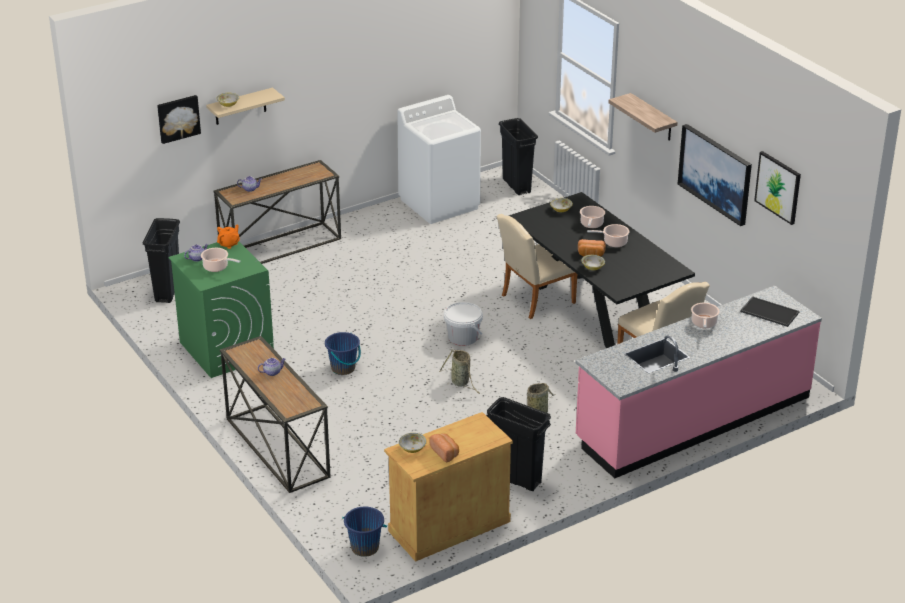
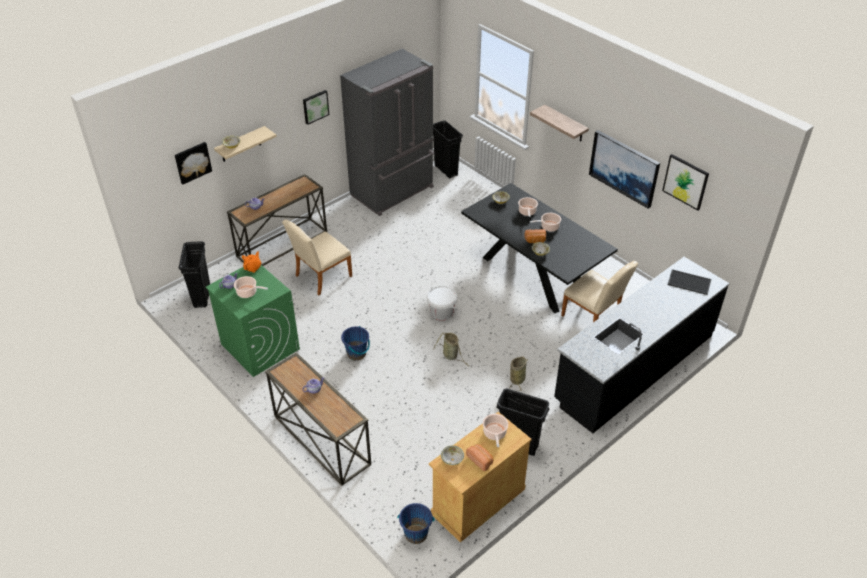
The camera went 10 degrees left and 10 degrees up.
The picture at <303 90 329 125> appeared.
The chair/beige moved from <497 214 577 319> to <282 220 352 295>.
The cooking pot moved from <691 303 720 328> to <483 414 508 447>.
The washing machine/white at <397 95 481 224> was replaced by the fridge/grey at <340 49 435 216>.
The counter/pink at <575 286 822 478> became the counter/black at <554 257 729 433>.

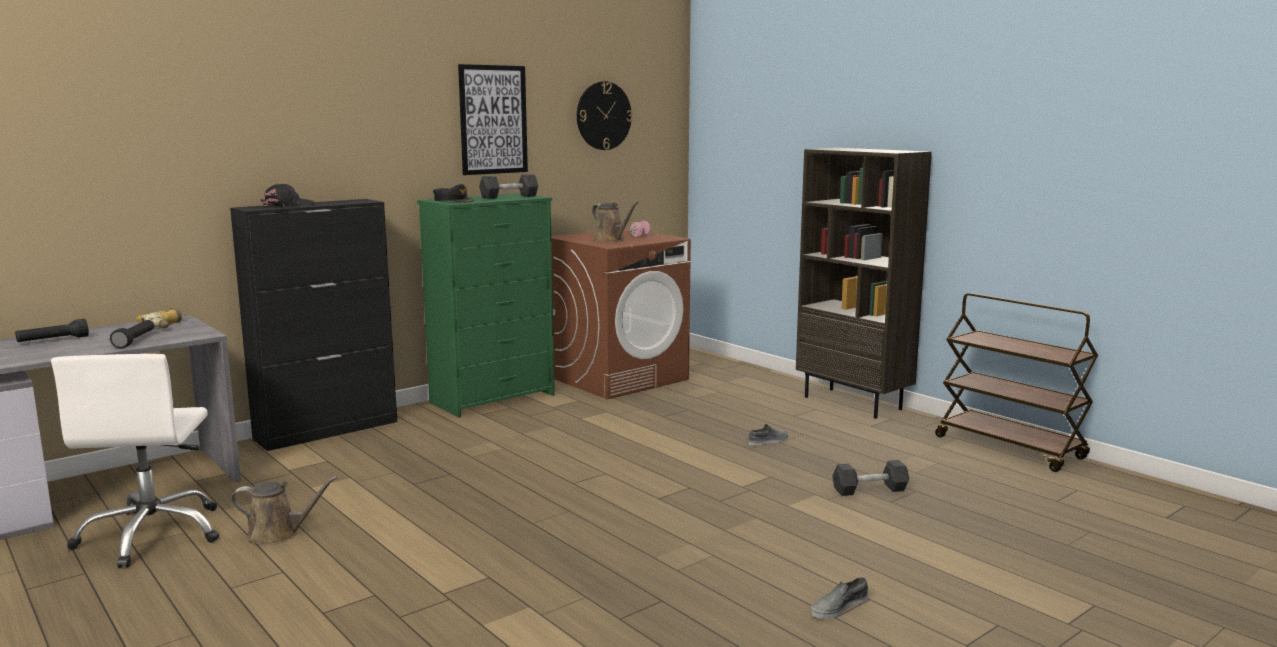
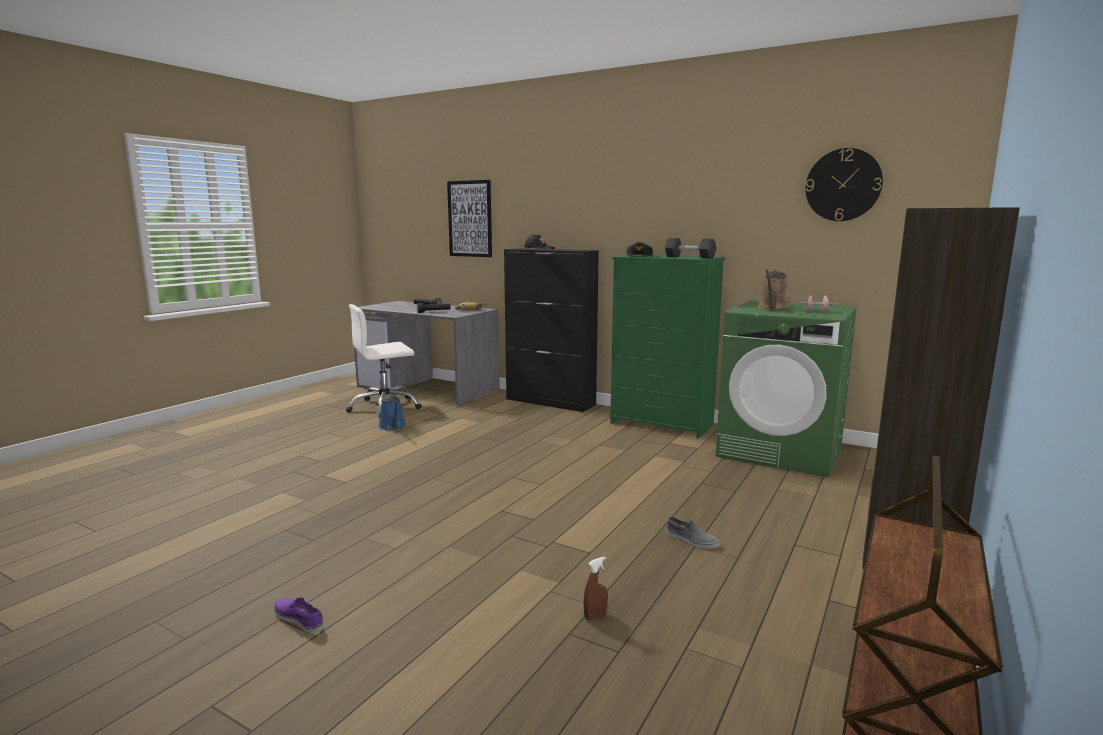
The camera went 70 degrees right and 0 degrees up.
The picture moved from <458 64 528 175> to <447 180 492 257>.
The dumbbell/black at <832 460 909 496> was replaced by the spray bottle/brown at <583 557 608 620>.
The watering can/brown at <231 476 338 545> became the watering can/blue at <378 394 406 430>.
The washing machine/brown at <551 228 691 399> became the washing machine/green at <716 300 857 477>.
The shoe/grey at <811 577 868 619> became the shoe/purple at <274 597 323 634>.

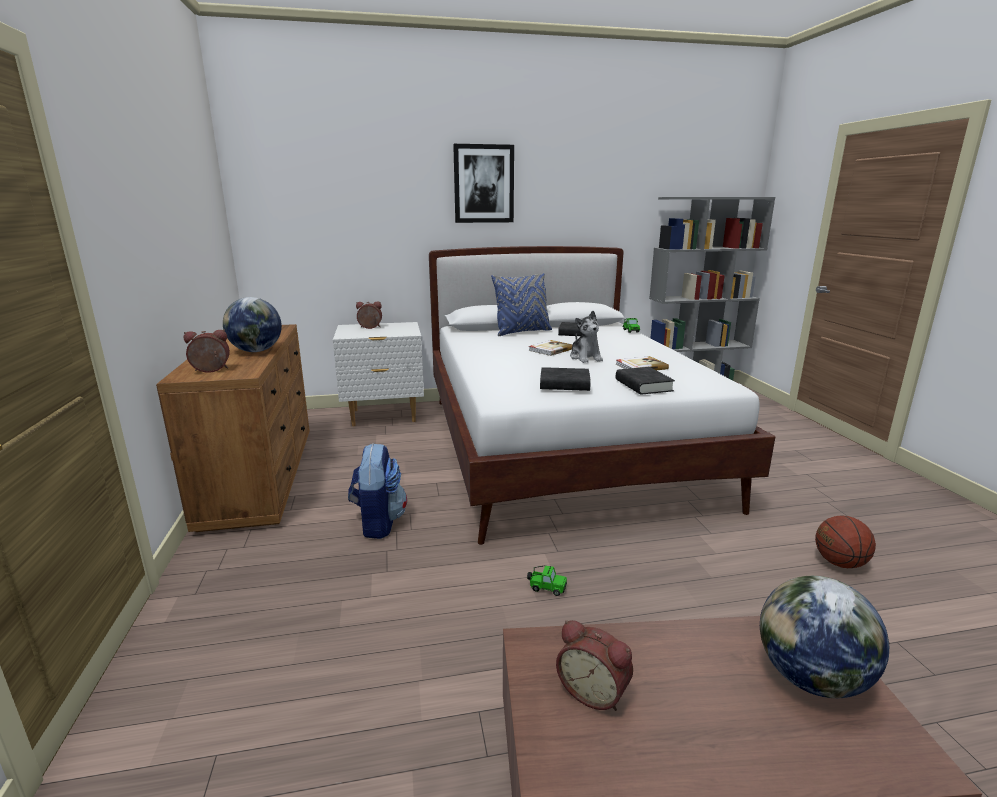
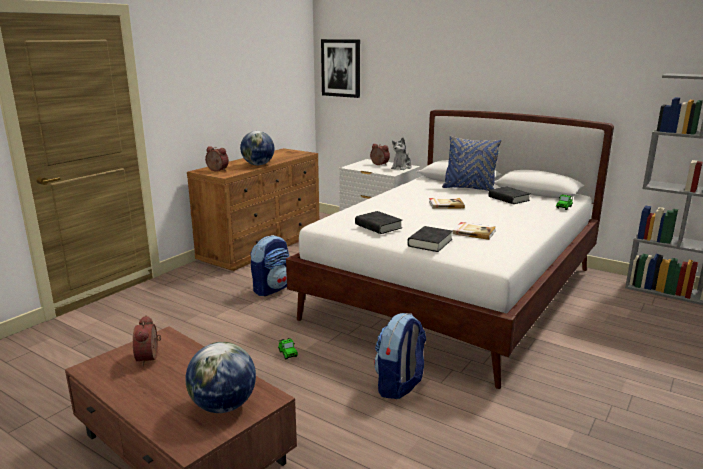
The camera went 45 degrees right and 0 degrees up.
The basketball at <815 515 876 568> disappeared.
The backpack at <374 313 426 399> appeared.
The picture moved from <453 144 514 223> to <321 39 360 98>.
The plush toy moved from <570 311 603 363> to <391 138 412 170>.

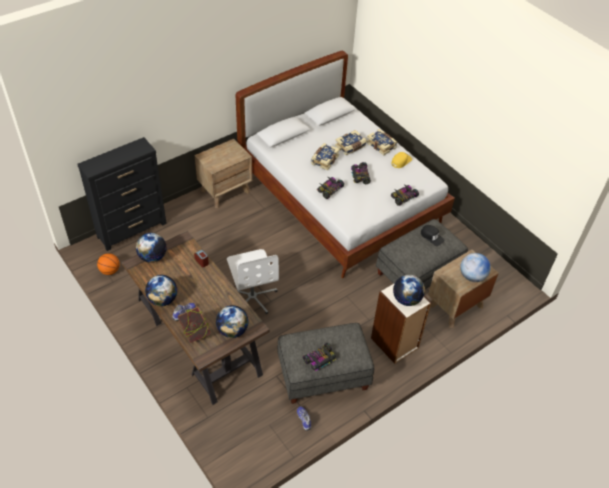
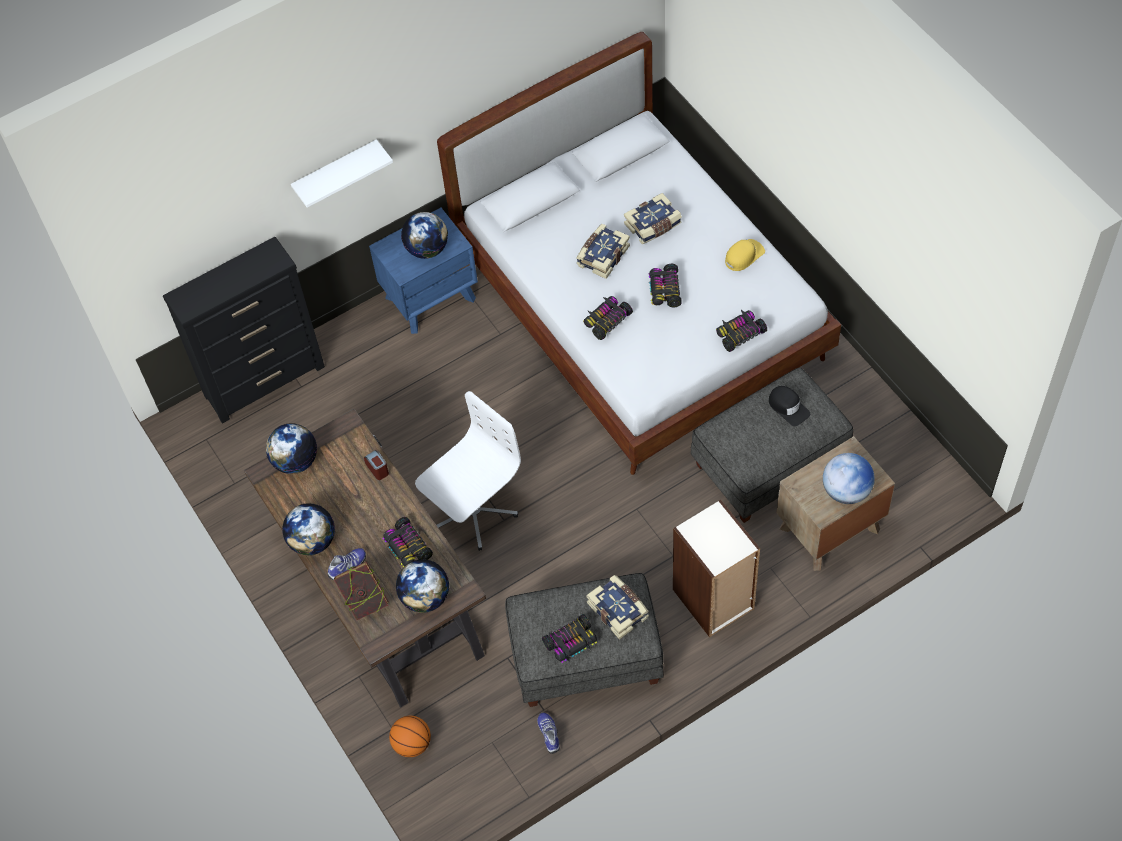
The camera went 10 degrees right and 10 degrees up.
The shelf/white at <291 140 393 208> appeared.
The toy car at <383 517 433 567> appeared.
The basketball moved from <97 253 120 275> to <389 716 431 757>.
The book moved from <366 129 397 155> to <586 575 649 640>.
The globe moved from <393 275 425 306> to <401 212 448 259>.
The nightstand/brown at <195 139 252 208> became the nightstand/blue at <369 208 478 334>.
The office chair/white at <227 249 279 314> turned 120 degrees counterclockwise.

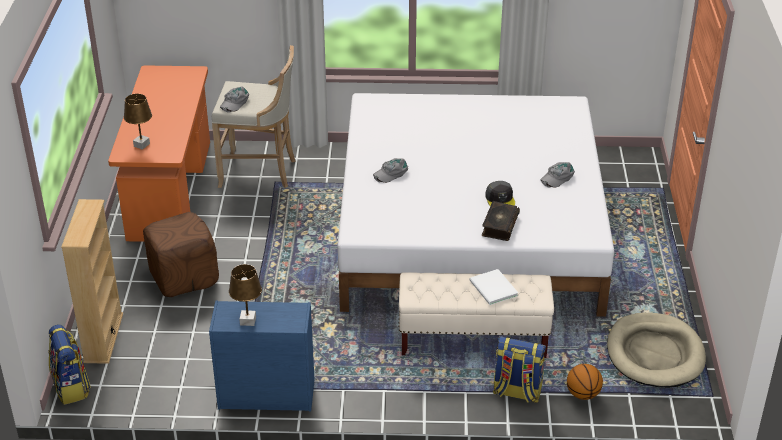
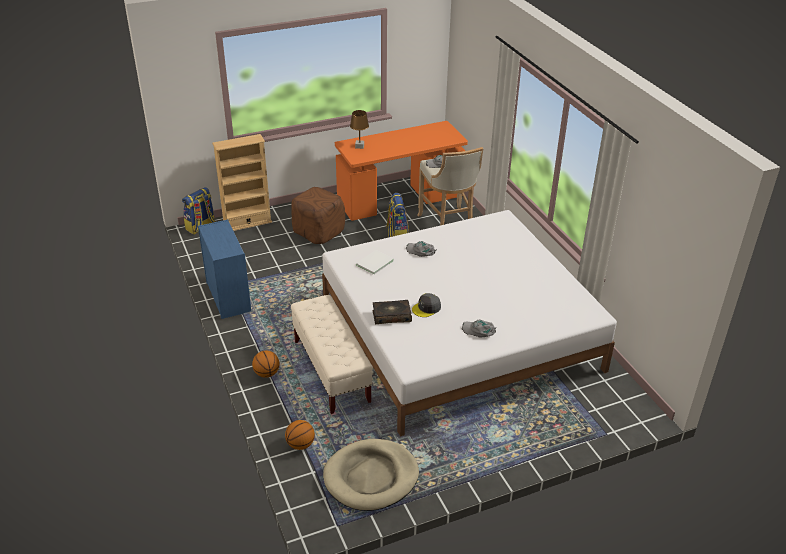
The camera went 65 degrees right and 0 degrees up.
The table lamp/brown at <229 264 262 326> disappeared.
The basketball at <252 350 280 378> appeared.
The book/white moved from <469 269 518 305> to <356 250 393 275>.
The backpack moved from <493 336 546 403> to <386 193 409 237>.

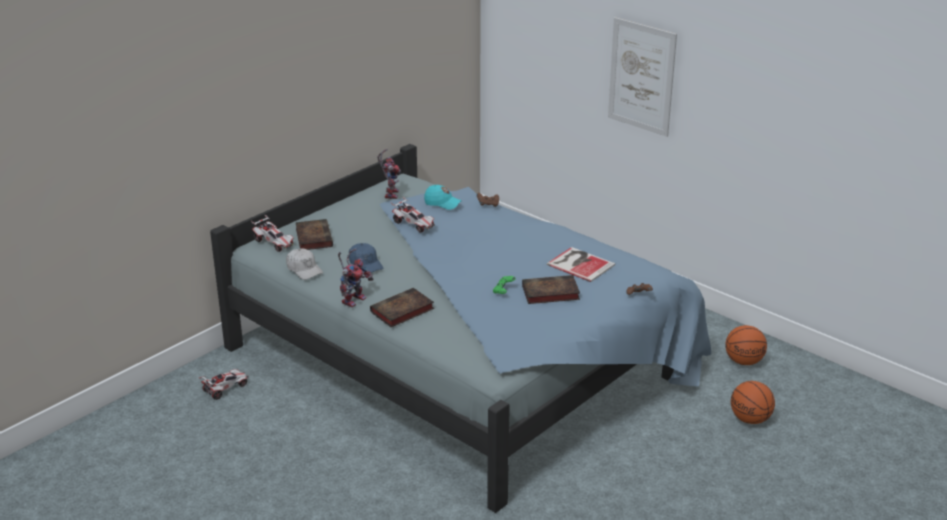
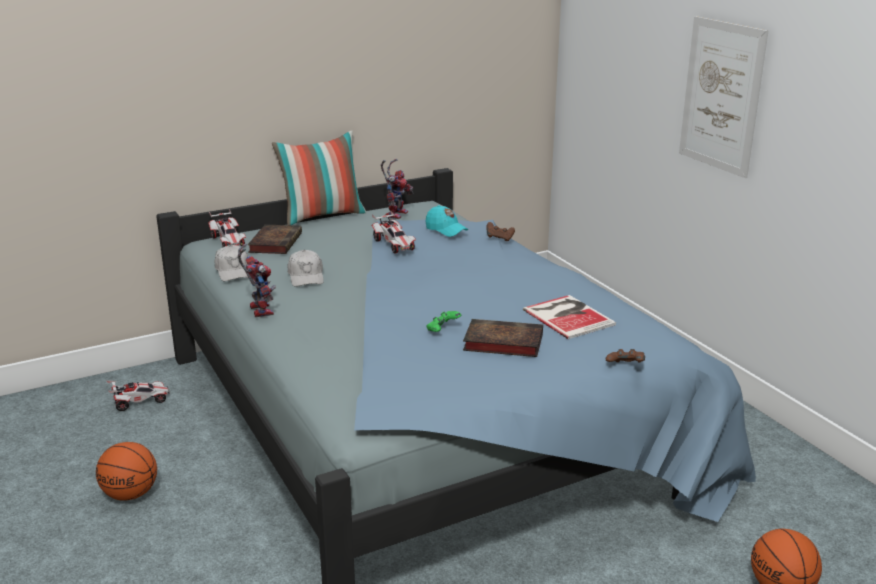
The camera went 20 degrees right and 5 degrees down.
The book at <370 288 434 327> disappeared.
The pillow at <272 131 366 225> appeared.
The basketball moved from <725 325 767 365> to <96 442 157 501>.
The cap/blue at <349 243 383 274> became the cap/white at <288 250 324 287>.
The toy robot at <338 249 374 308> turned 75 degrees counterclockwise.

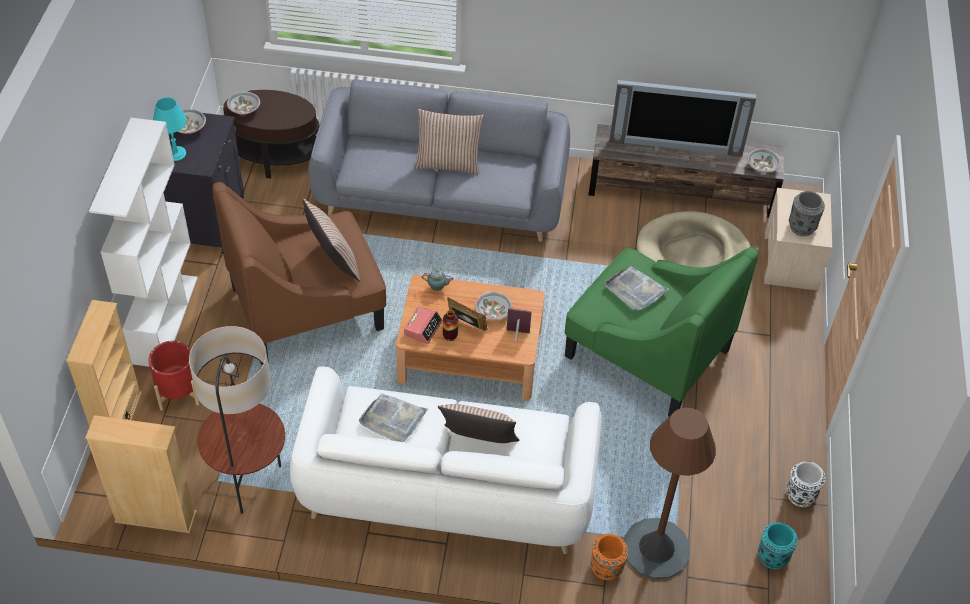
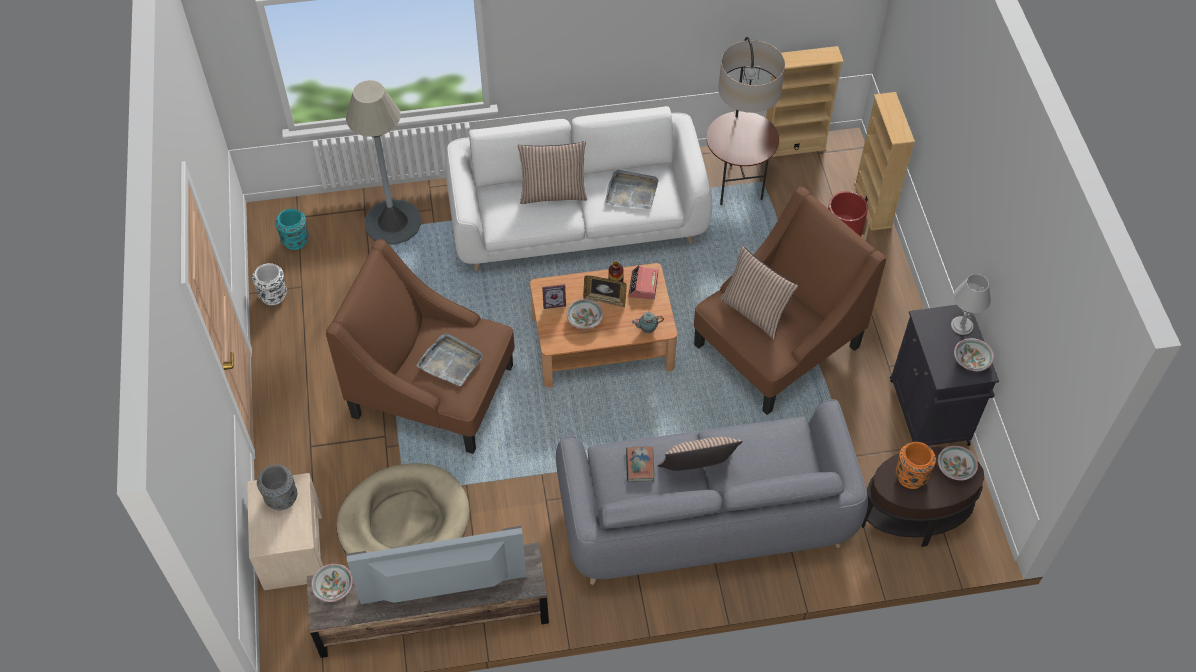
The camera went 165 degrees right and 5 degrees up.
The bookcase/white at <89 118 198 367> disappeared.
The book at <626 447 655 482> appeared.
The vase/orange moved from <590 534 628 580> to <896 442 936 489>.
The table lamp/turquoise at <153 97 187 161> became the table lamp/grey at <951 274 991 335>.
The armchair/green at <565 247 759 417> became the armchair/brown at <326 239 515 454>.
The floor lamp/brown at <624 408 716 579> became the floor lamp/grey at <346 80 421 245>.

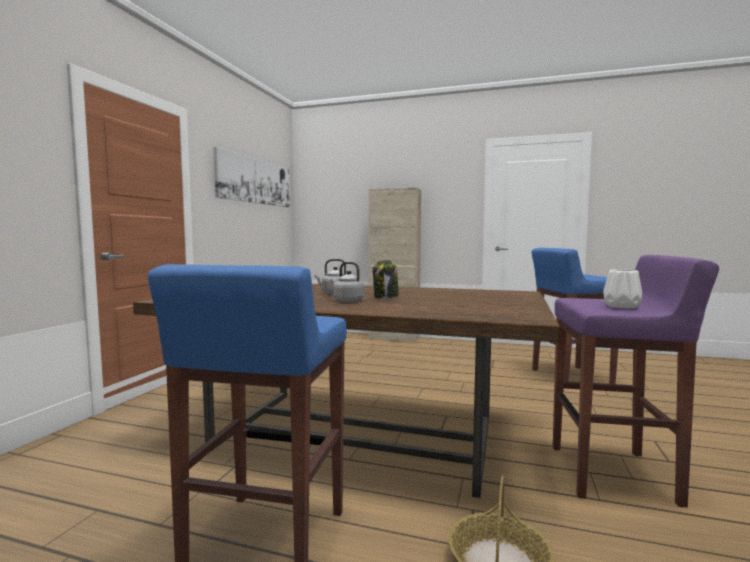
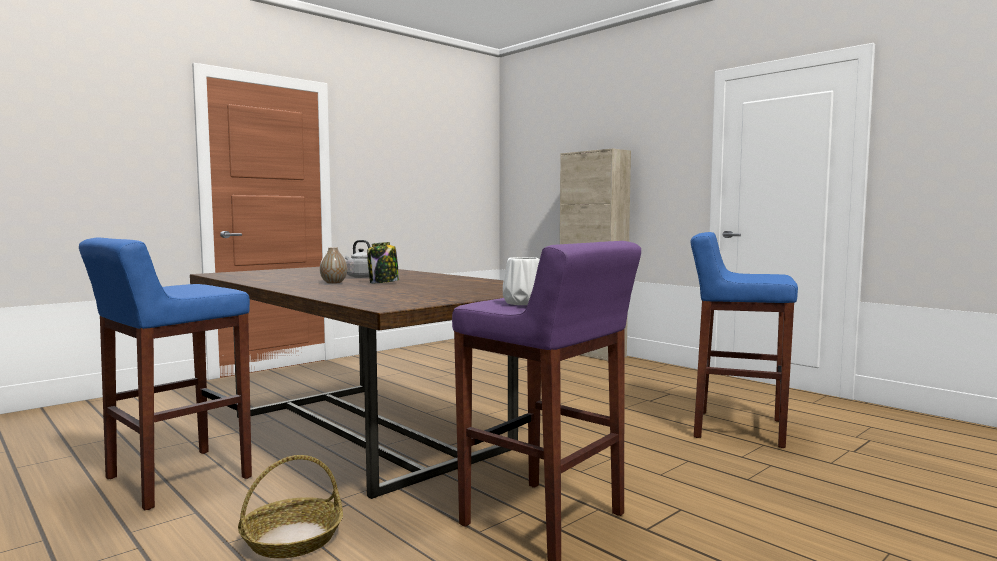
The camera went 30 degrees right and 0 degrees up.
The picture at <213 147 290 207> disappeared.
The kettle/grey at <331 262 364 302> was replaced by the vase at <320 247 347 284>.

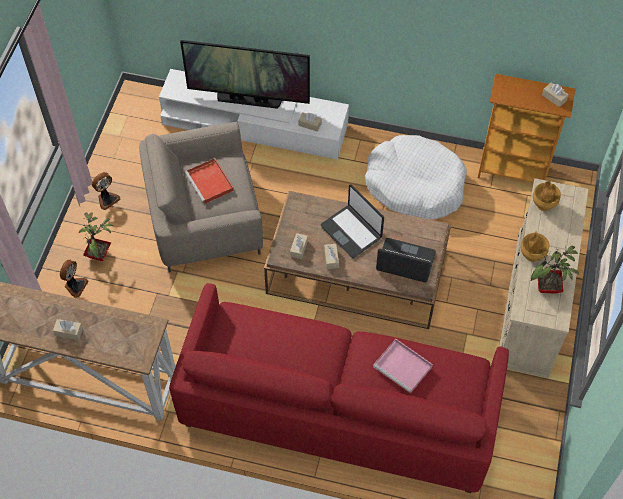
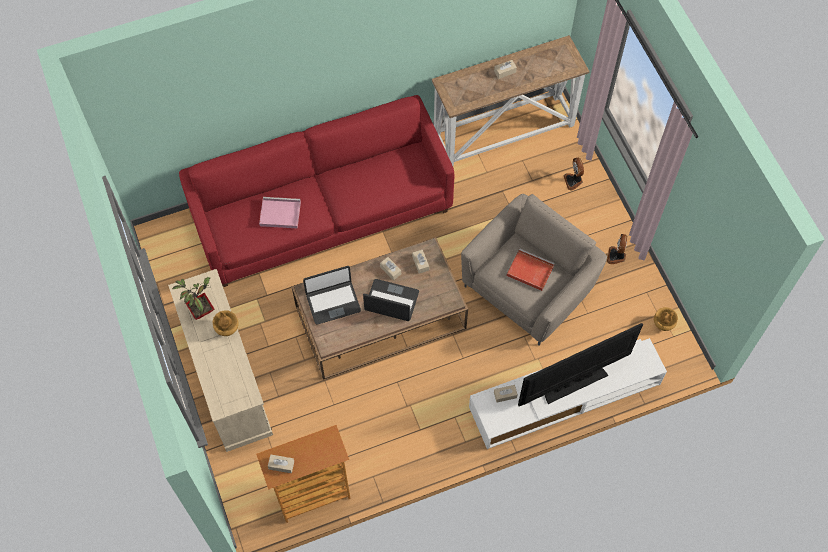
The camera went 145 degrees right and 5 degrees up.
The potted plant at <79 212 113 261> disappeared.
The dog bed/white at <365 135 467 219> disappeared.
The vase/brown moved from <533 181 561 211> to <654 307 678 331>.

